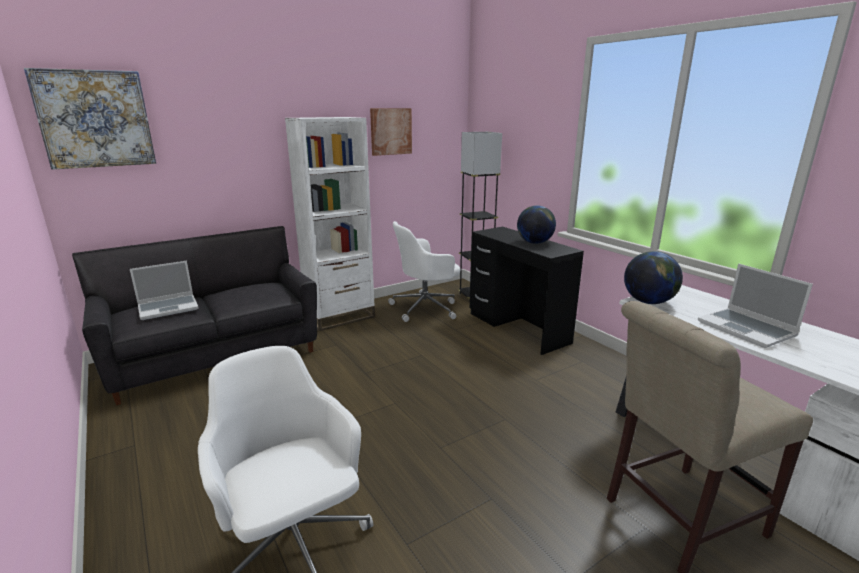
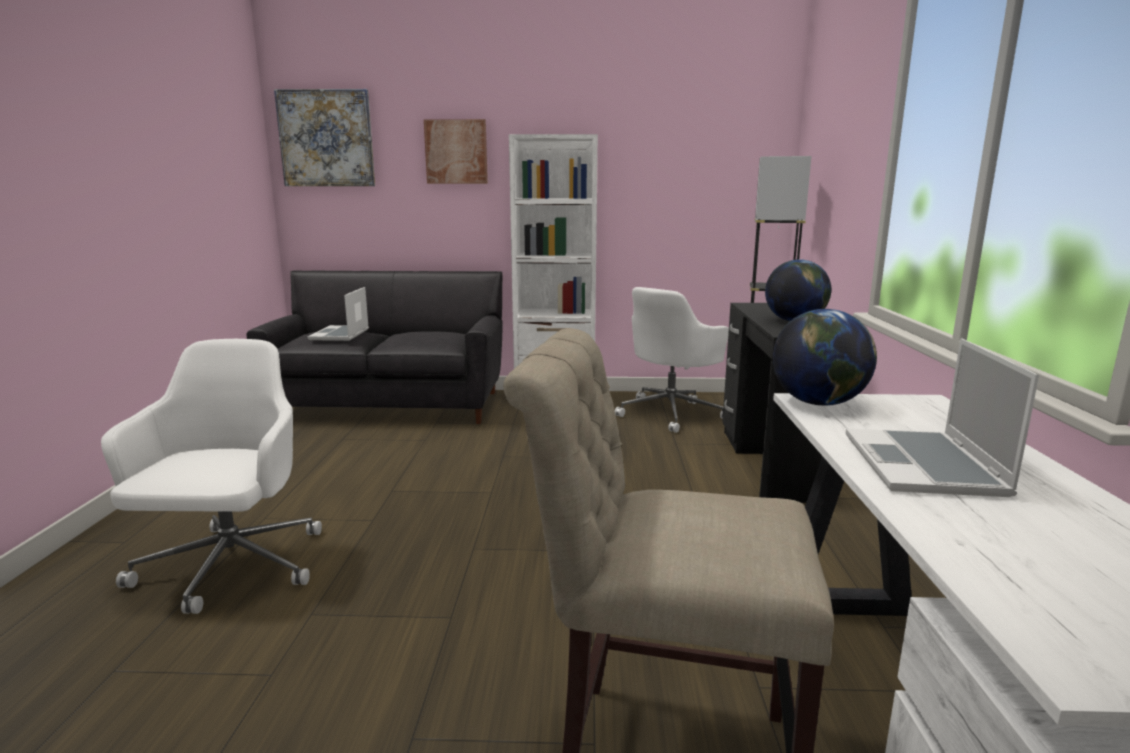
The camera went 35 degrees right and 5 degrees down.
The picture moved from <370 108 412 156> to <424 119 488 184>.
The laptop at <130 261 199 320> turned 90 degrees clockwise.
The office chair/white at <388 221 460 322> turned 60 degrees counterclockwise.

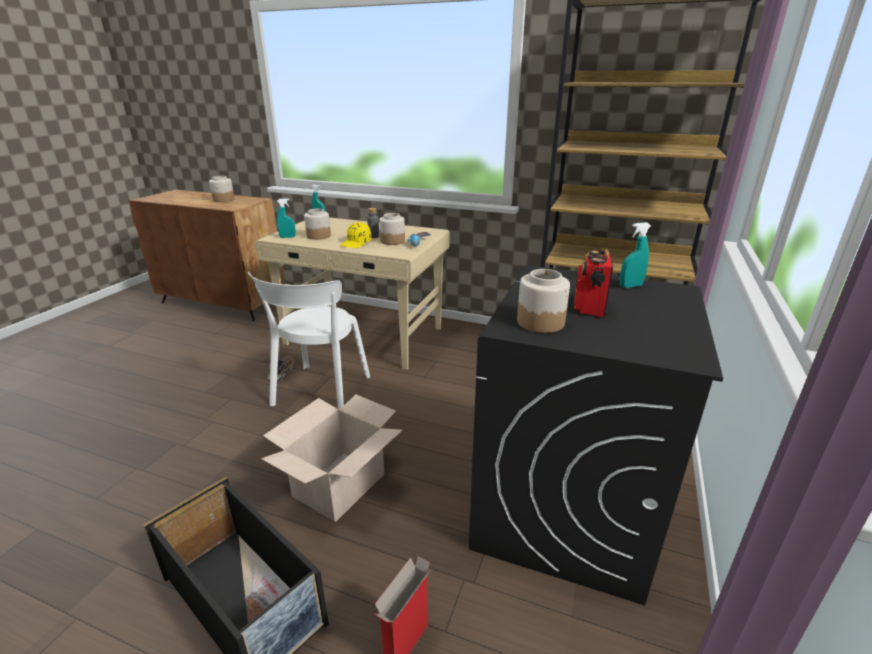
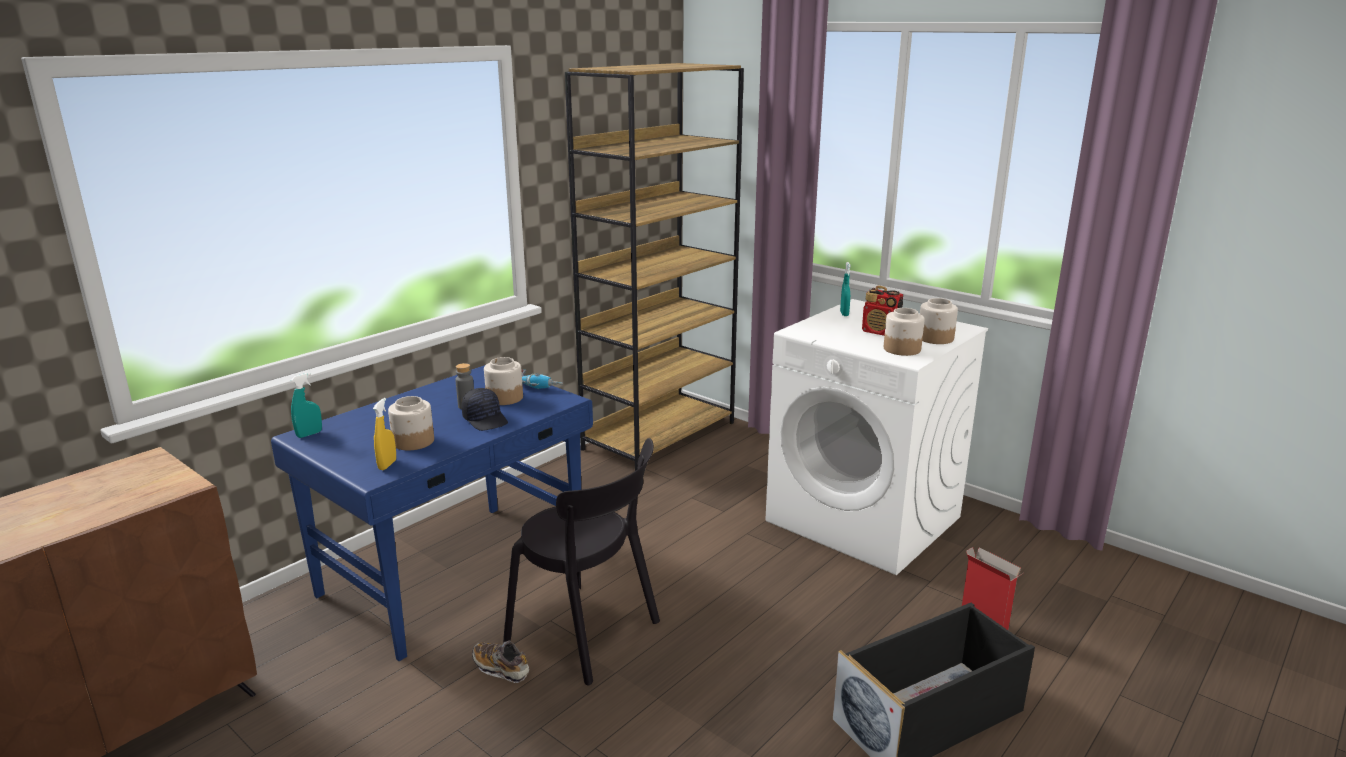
The camera went 70 degrees left and 5 degrees down.
The cardboard box at <261 394 403 522> disappeared.
The jar moved from <209 176 235 202> to <920 298 958 344>.
The chair/white at <248 272 370 410> became the chair/black at <503 438 660 686>.
The desk/beige at <255 217 450 370> became the desk/blue at <271 365 593 661>.
The spray bottle/turquoise at <277 198 296 238> became the spray bottle/yellow at <373 398 396 470>.
The cap/yellow at <340 222 372 248> became the cap/black at <462 388 508 431>.
The washing machine/black at <469 265 723 606> became the washing machine/white at <765 299 988 575>.

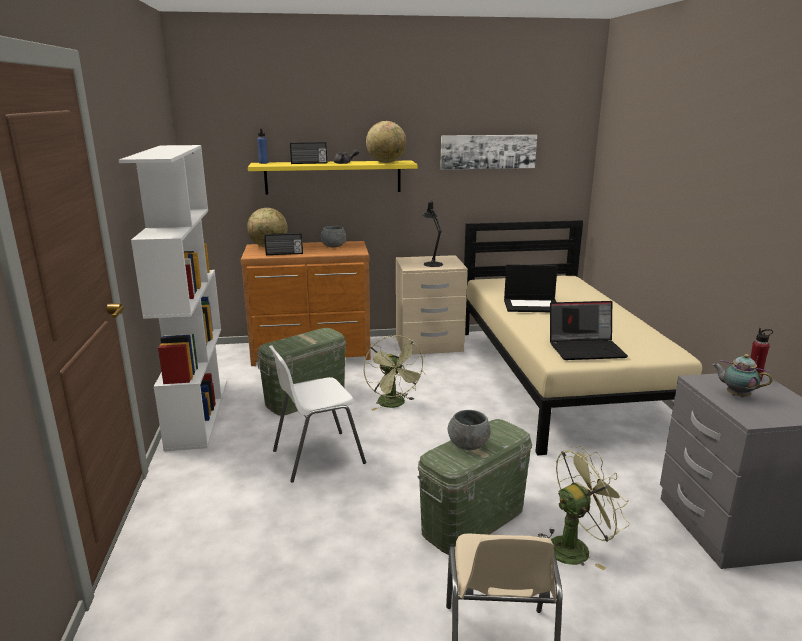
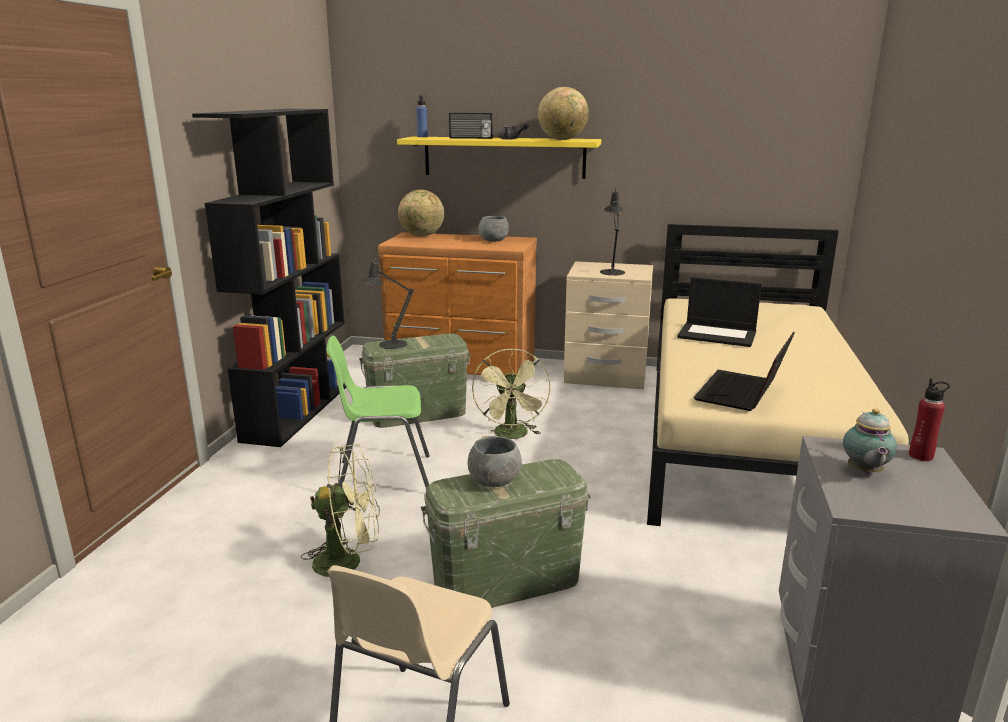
The camera went 20 degrees right and 0 degrees up.
The radio at <264 232 303 255> disappeared.
The picture at <440 135 537 170> disappeared.
The table lamp/black at <361 256 414 349> appeared.
The fan/green moved from <538 446 630 571> to <301 444 380 577>.
The bookcase/white at <119 145 227 451> became the bookcase/black at <192 109 346 447>.
The chair/white at <269 345 366 482> became the chair/green at <326 335 430 488>.
The laptop at <550 301 628 360> turned 105 degrees clockwise.
The teapot at <712 354 772 397> turned 135 degrees counterclockwise.

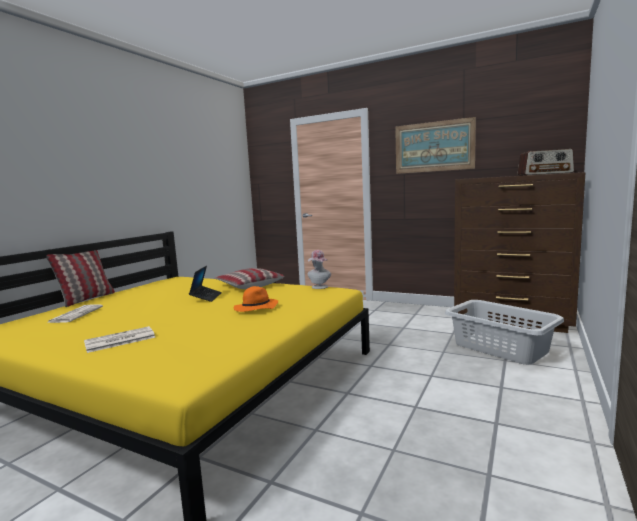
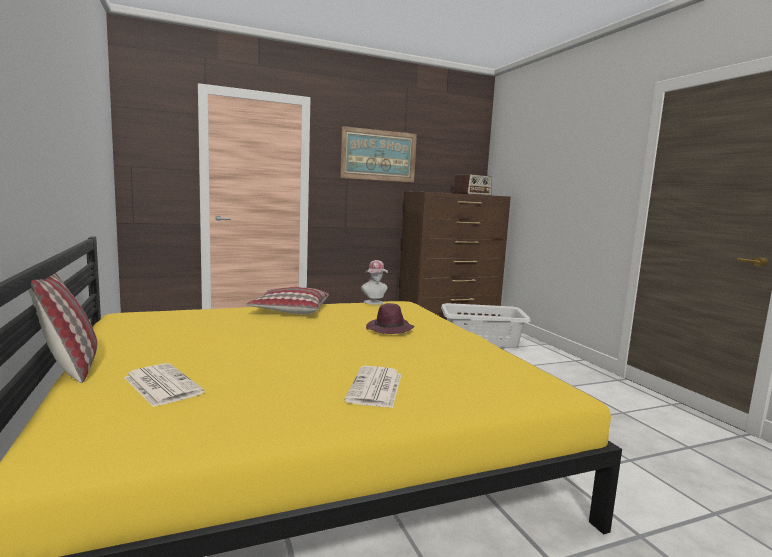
The camera went 50 degrees left and 0 degrees up.
The laptop at <189 265 222 302> disappeared.
The hat/orange at <234 286 278 312> became the hat/purple at <366 303 415 334>.

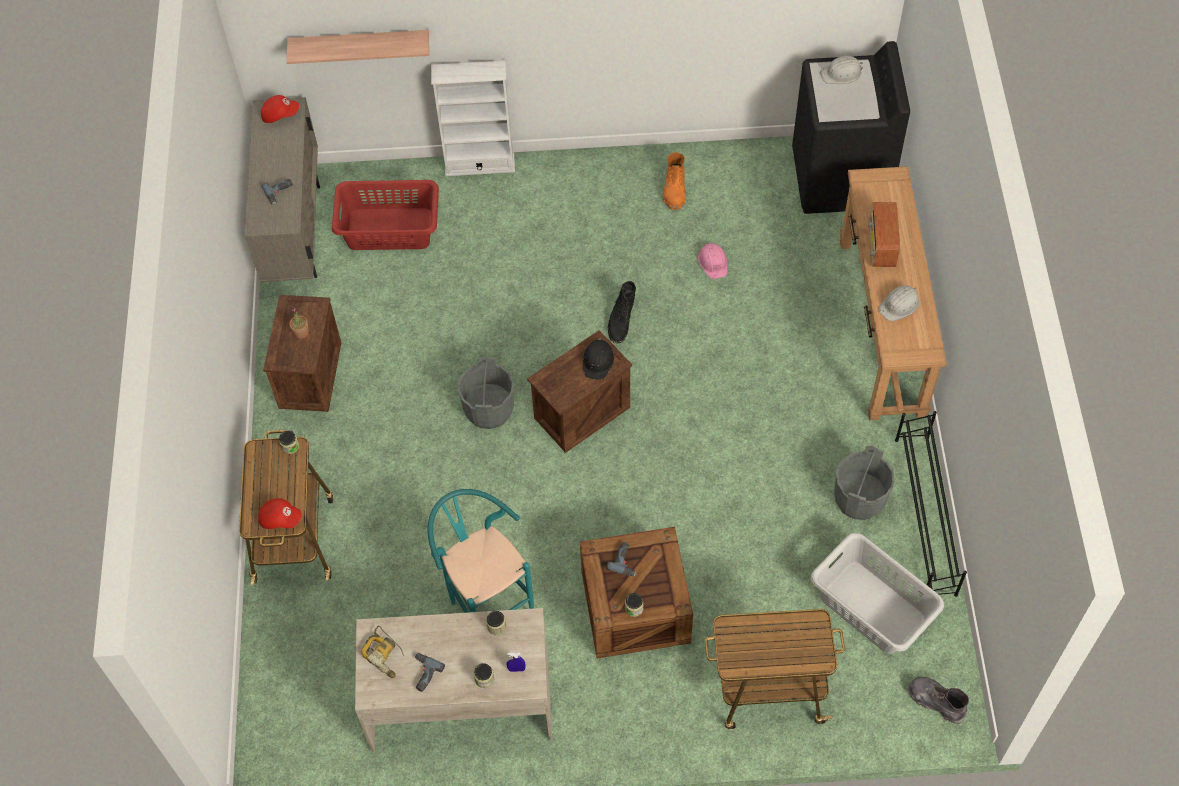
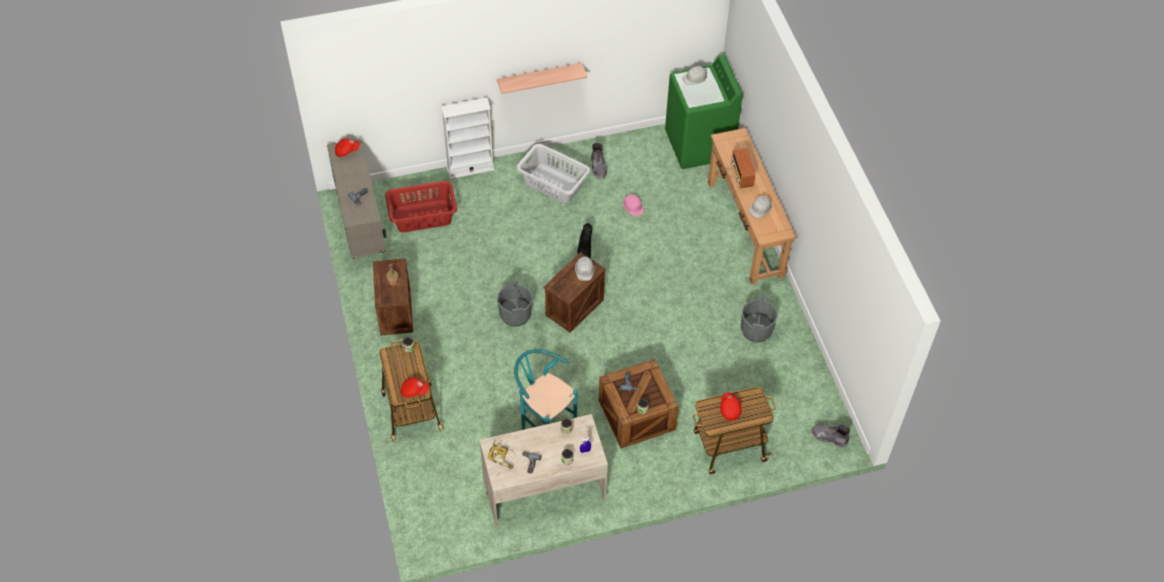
The camera went 15 degrees left and 5 degrees down.
The shoe rack/black at <895 411 967 597> disappeared.
The cap/red at <720 392 742 421> appeared.
The shelf moved from <286 30 429 64> to <497 63 587 94>.
The laundry basket/grey moved from <810 533 944 654> to <517 144 590 204>.
The hard hat/black at <583 338 614 380> became the hard hat/white at <575 256 594 281>.
The boot/orange at <663 152 686 211> became the boot/grey at <591 143 607 179>.
The washing machine/black at <792 41 910 214> became the washing machine/green at <665 54 743 169>.

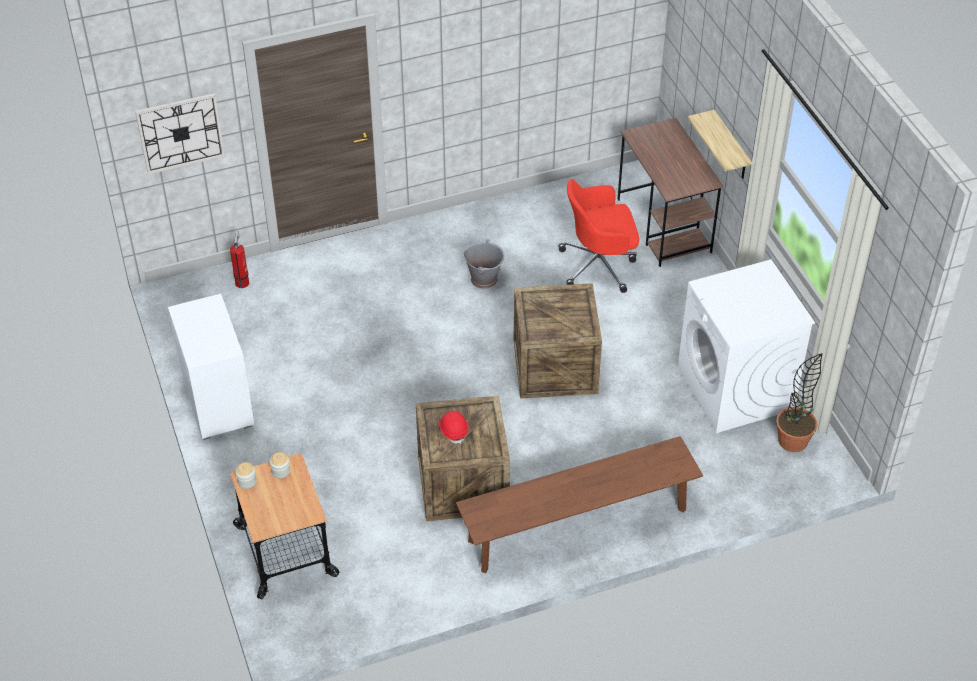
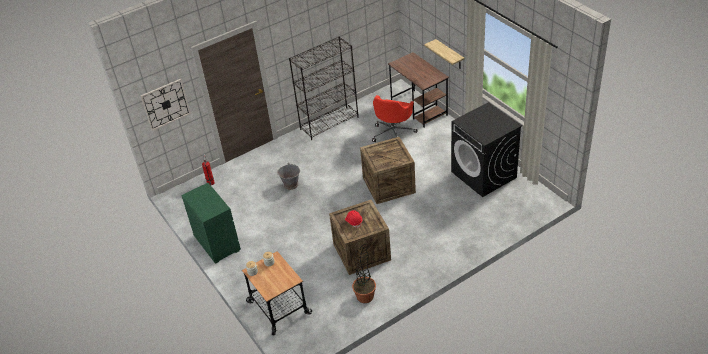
The camera went 10 degrees left and 5 degrees down.
The bench/brown at <456 436 703 573> disappeared.
The bookcase/black at <289 36 359 140> appeared.
The bucket/grey moved from <463 239 505 289> to <277 163 300 190>.
The potted plant moved from <776 353 823 452> to <352 243 376 303>.
The dresser/white at <168 294 254 440> became the dresser/green at <181 183 241 264>.
The washing machine/white at <678 259 815 433> became the washing machine/black at <451 102 522 197>.
The office chair/red at <558 179 639 293> turned 45 degrees counterclockwise.

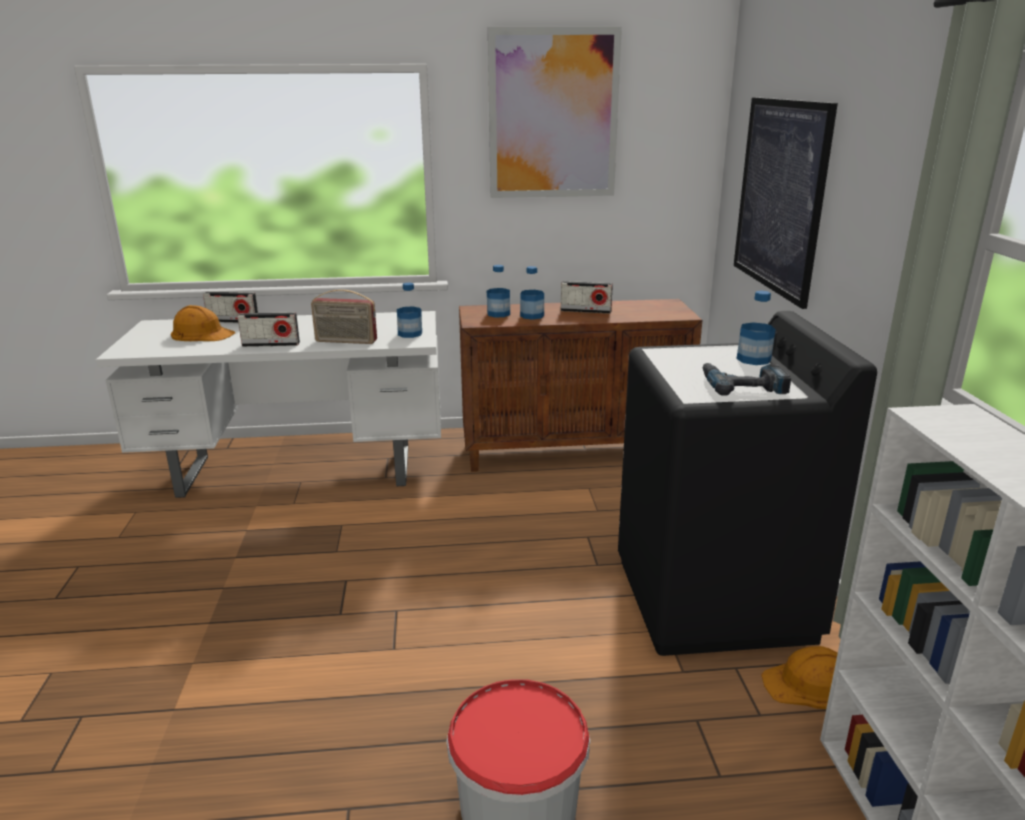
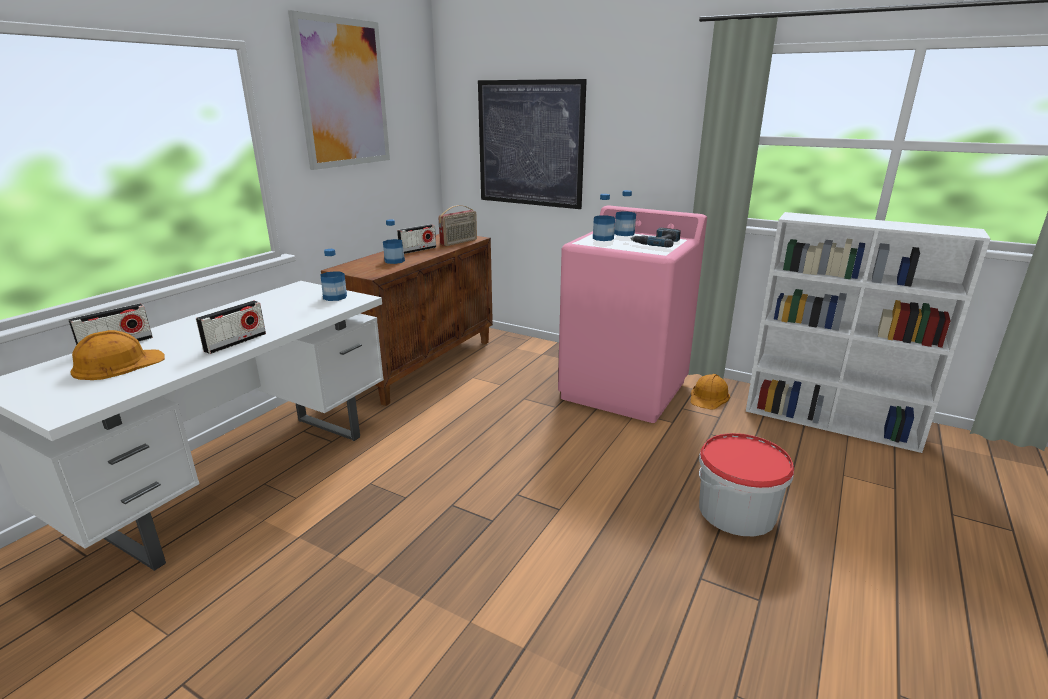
The camera went 55 degrees left and 0 degrees up.
The radio moved from <311 289 377 344> to <438 205 477 246>.
The bottle moved from <487 265 510 318> to <593 194 615 241>.
The washing machine/black at <618 311 877 656> became the washing machine/pink at <558 205 707 423>.

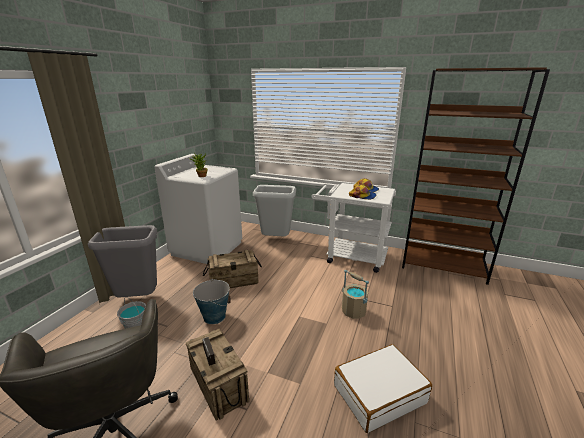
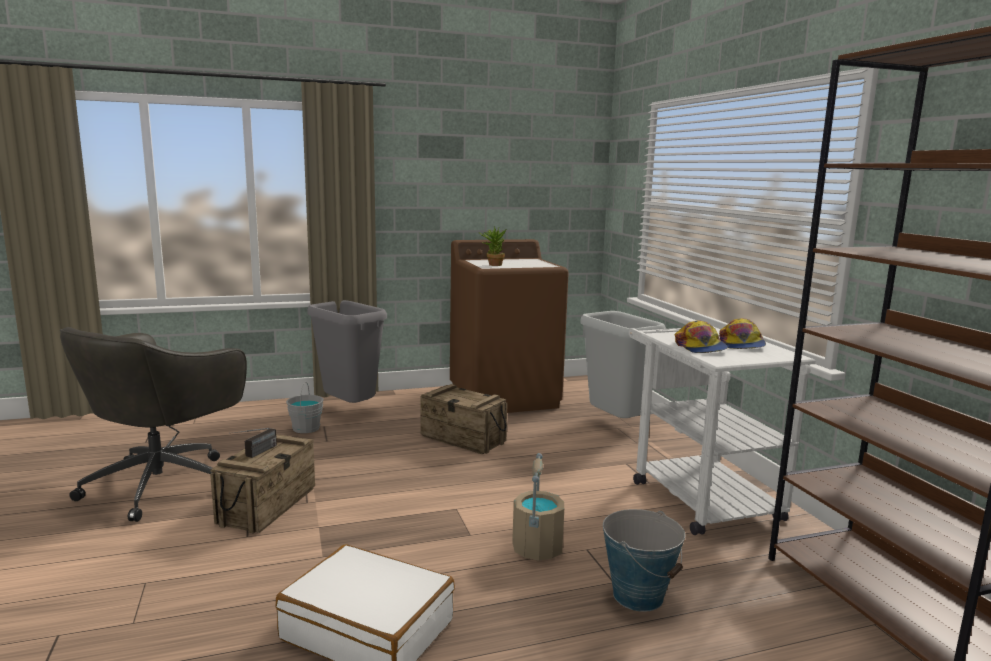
The camera went 50 degrees right and 10 degrees down.
The bucket moved from <193 279 231 324> to <603 509 685 612>.
The washing machine/white at <154 154 242 264> became the washing machine/brown at <450 239 569 413>.

